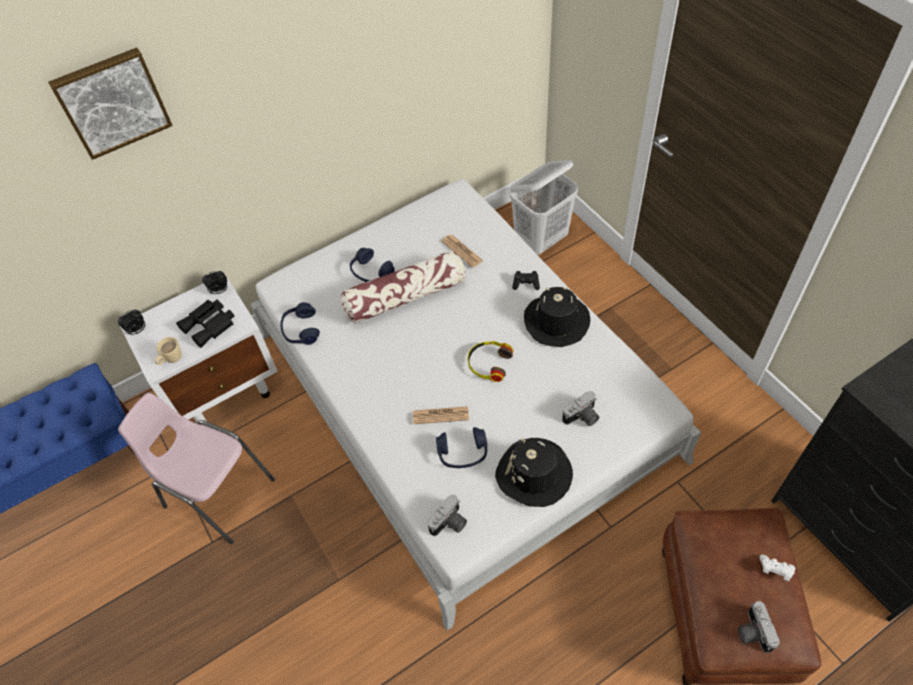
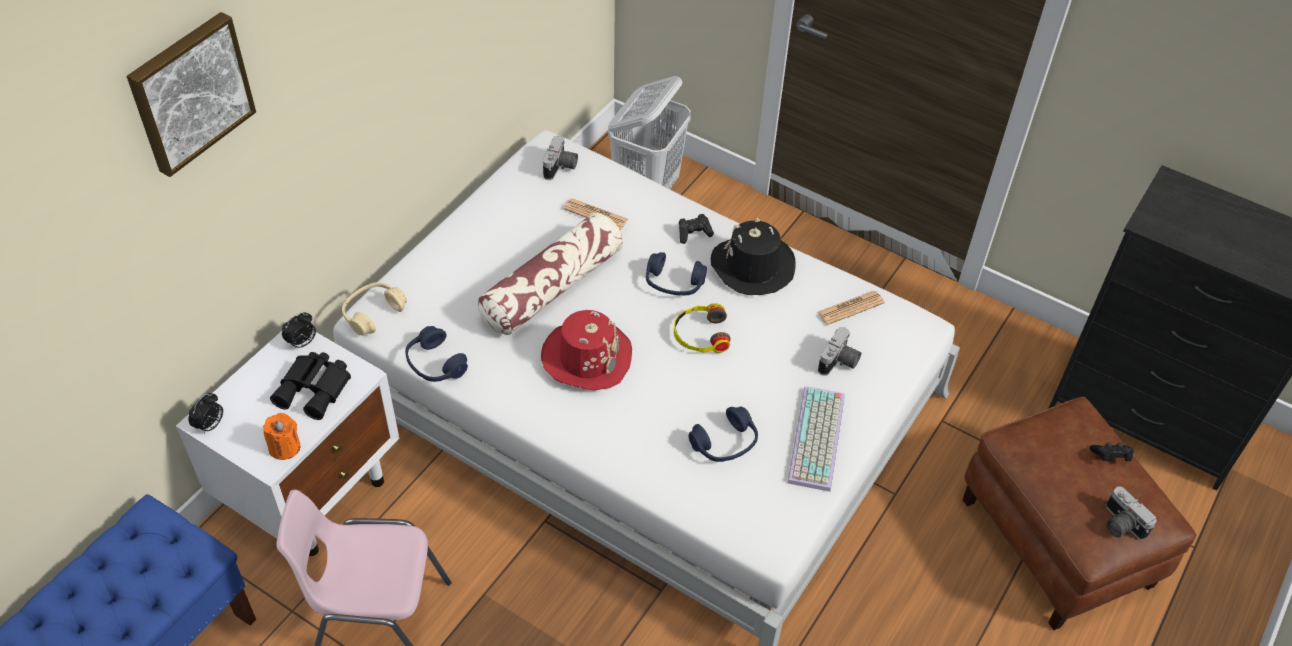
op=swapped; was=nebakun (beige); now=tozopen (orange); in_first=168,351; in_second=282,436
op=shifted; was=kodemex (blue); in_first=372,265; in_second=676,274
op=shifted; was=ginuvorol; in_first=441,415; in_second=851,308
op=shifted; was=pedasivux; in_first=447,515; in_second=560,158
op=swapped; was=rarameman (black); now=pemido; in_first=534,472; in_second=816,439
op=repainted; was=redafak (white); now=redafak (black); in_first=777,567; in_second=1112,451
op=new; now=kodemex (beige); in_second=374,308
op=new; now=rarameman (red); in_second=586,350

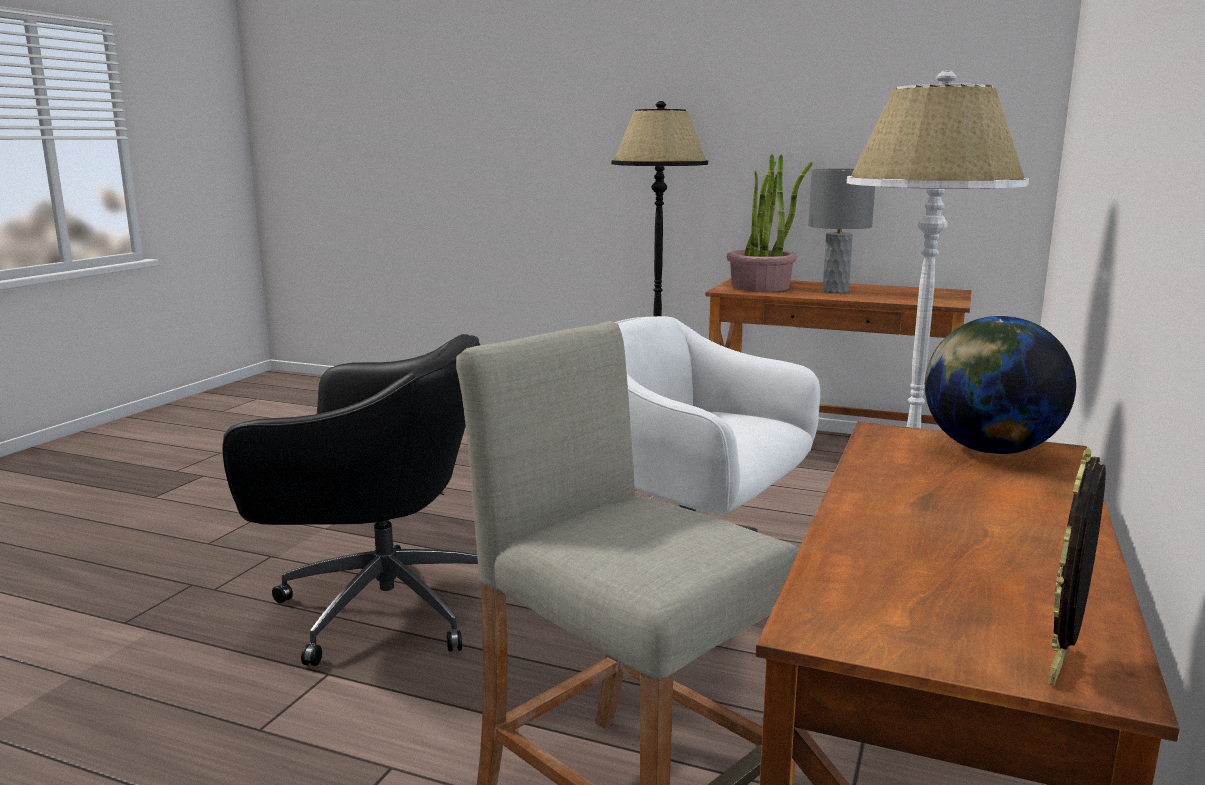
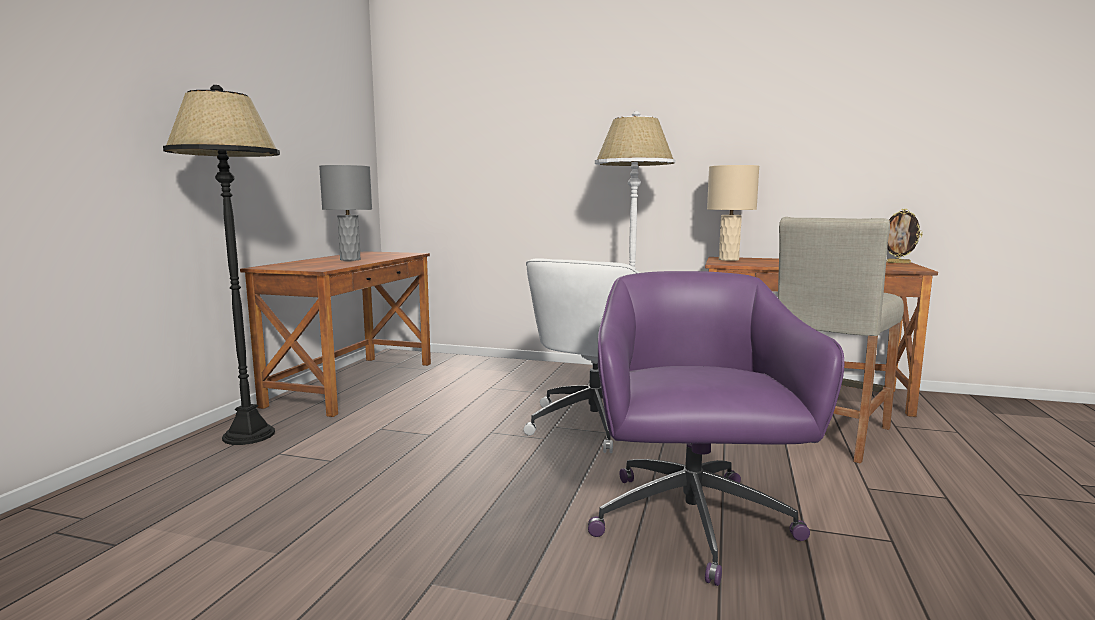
op=repainted; was=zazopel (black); now=zazopel (purple); in_first=351,500; in_second=716,428
op=gone; was=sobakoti; in_first=770,223
op=swapped; was=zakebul; now=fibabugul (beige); in_first=1000,385; in_second=733,213

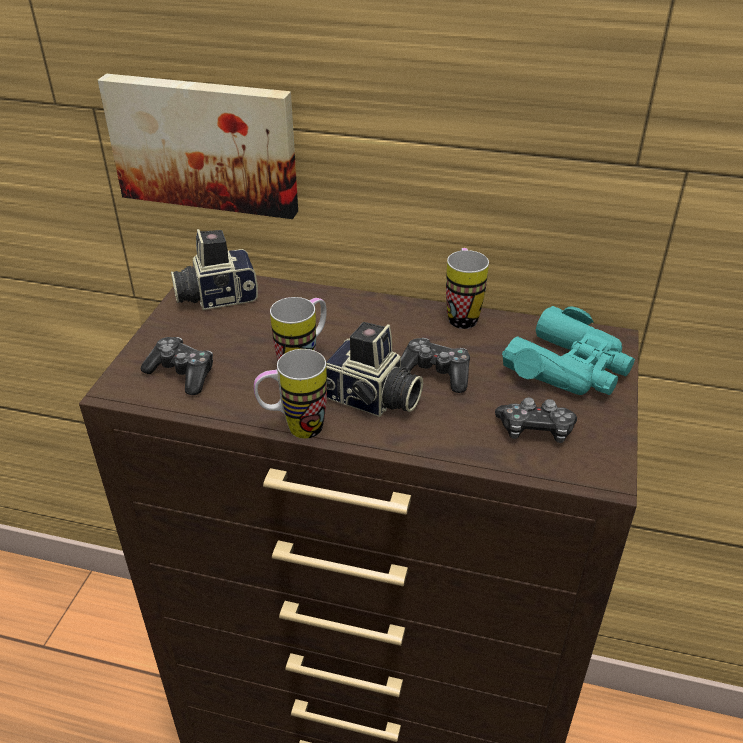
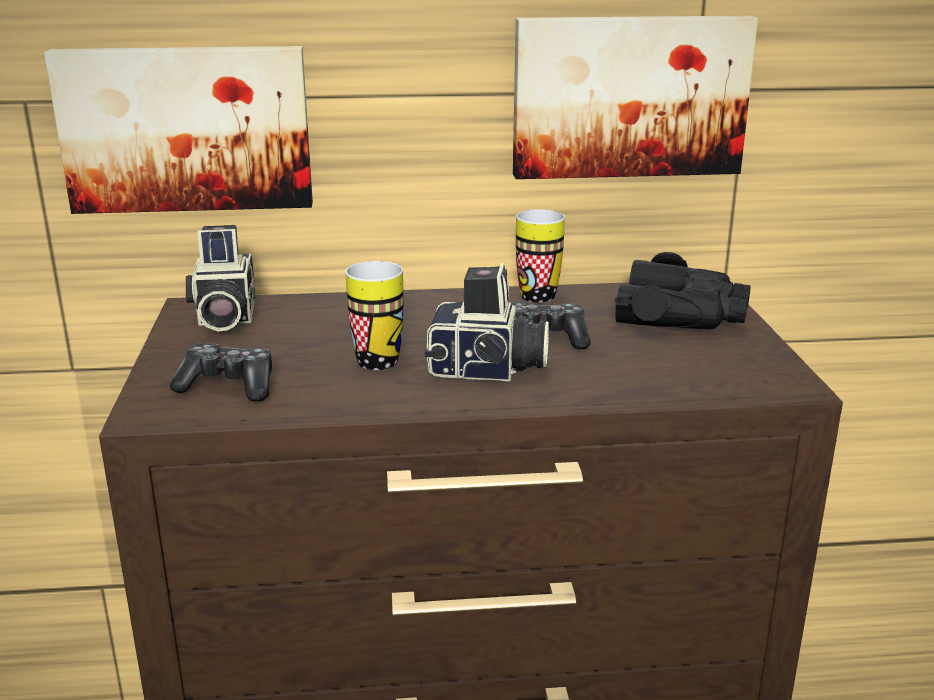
op=rotated; was=pedasivux; in_first=214,269; in_second=221,278; clockwise=-60
op=gone; was=nebakun; in_first=290,394
op=gone; was=redafak; in_first=536,420
op=repainted; was=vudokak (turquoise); now=vudokak (black); in_first=568,350; in_second=682,290
op=new; now=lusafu; in_second=635,97

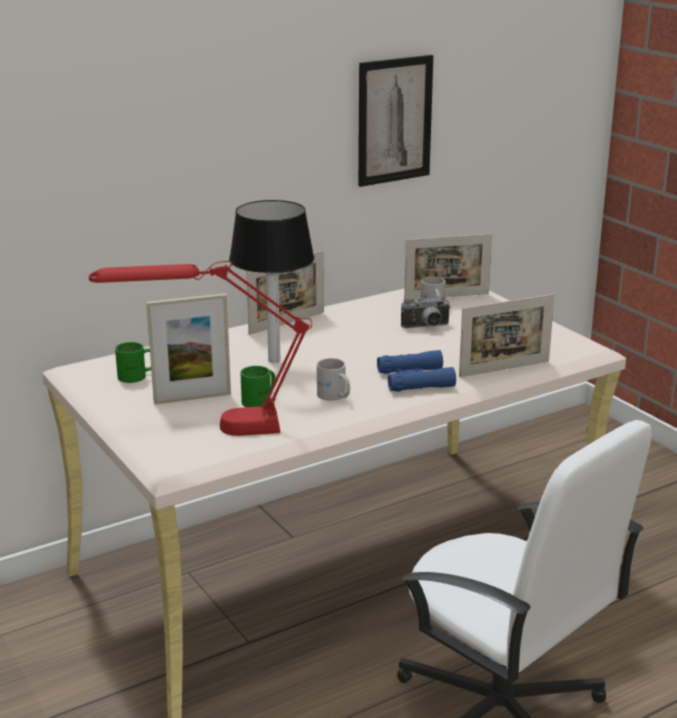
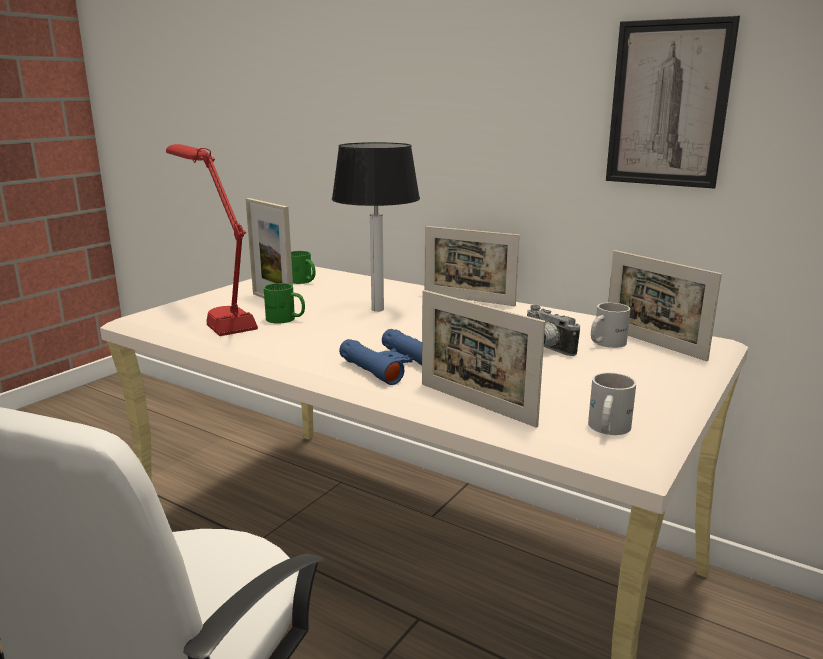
op=shifted; was=nebakun (white); in_first=333,379; in_second=612,403

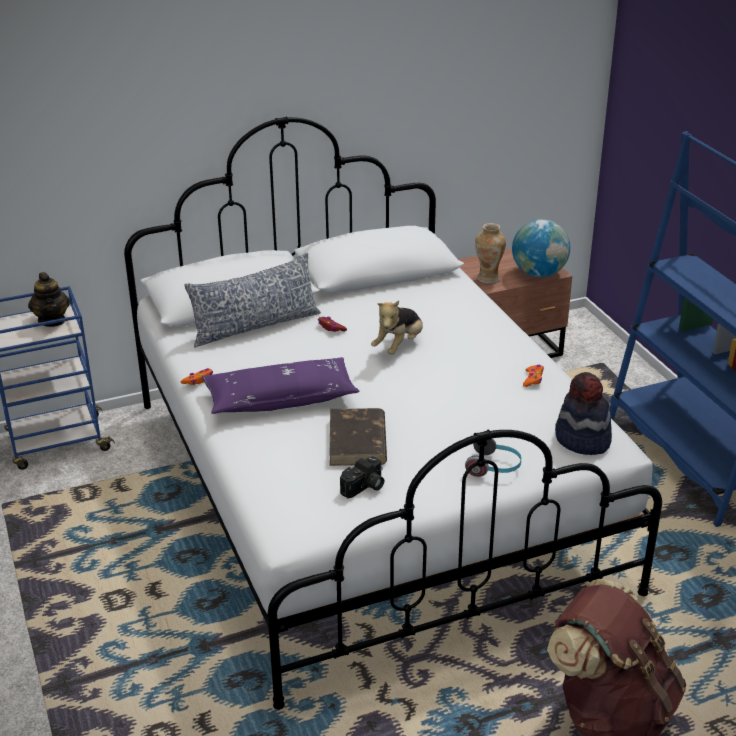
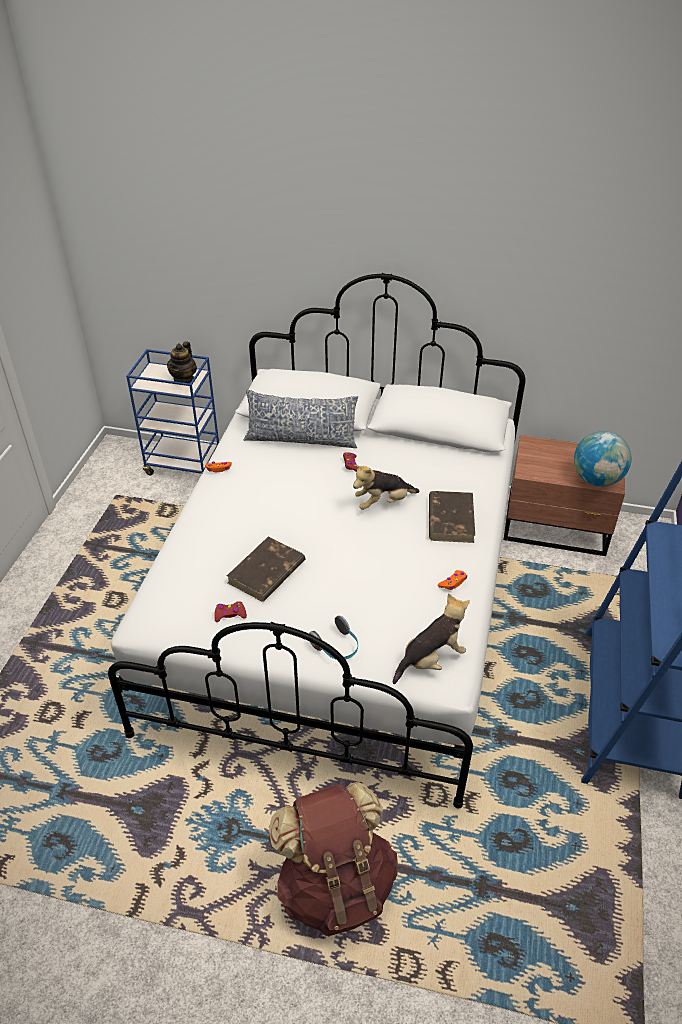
op=gone; was=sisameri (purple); in_first=281,385
op=swapped; was=pedasivux; now=redafak (red); in_first=362,477; in_second=230,611
op=gone; was=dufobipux; in_first=490,253
op=swapped; was=rarameman; now=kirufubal; in_first=583,413; in_second=431,638
op=new; now=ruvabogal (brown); in_second=452,517

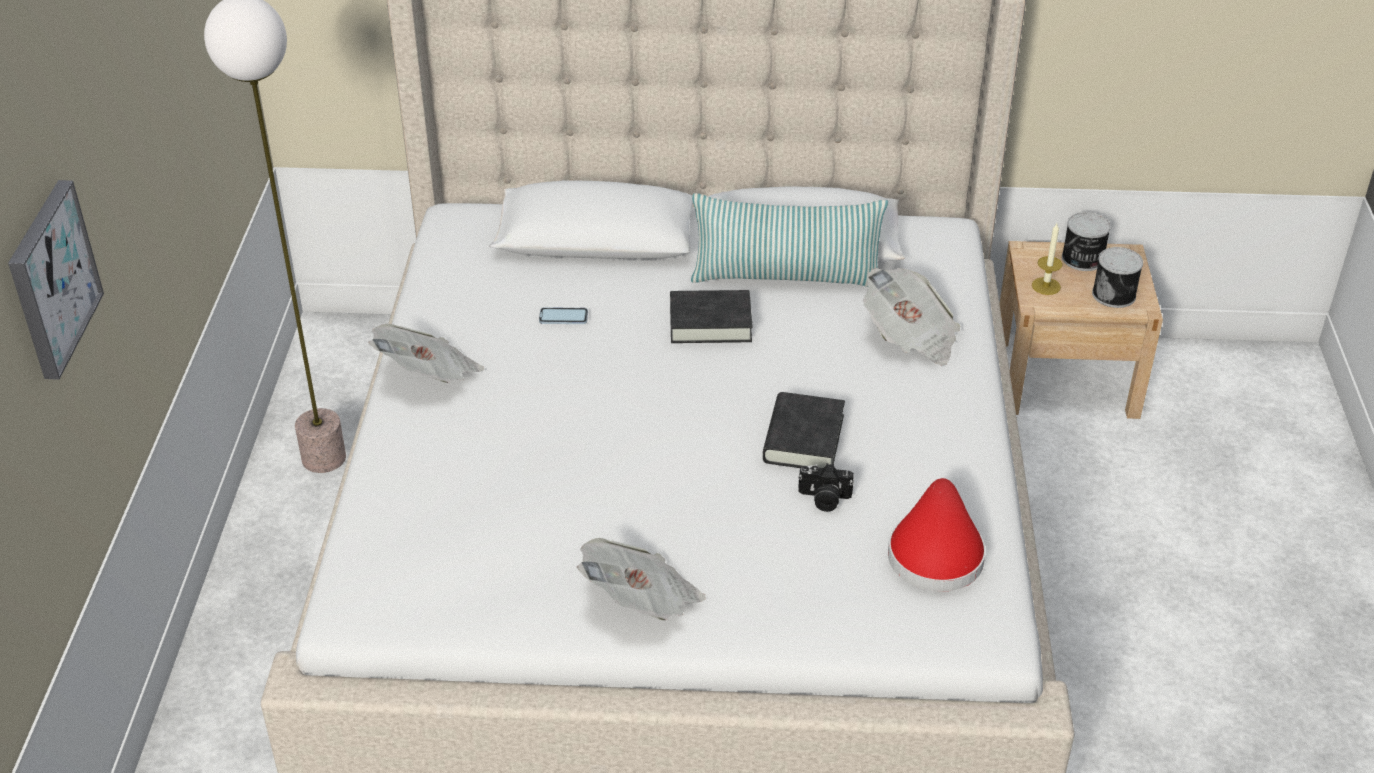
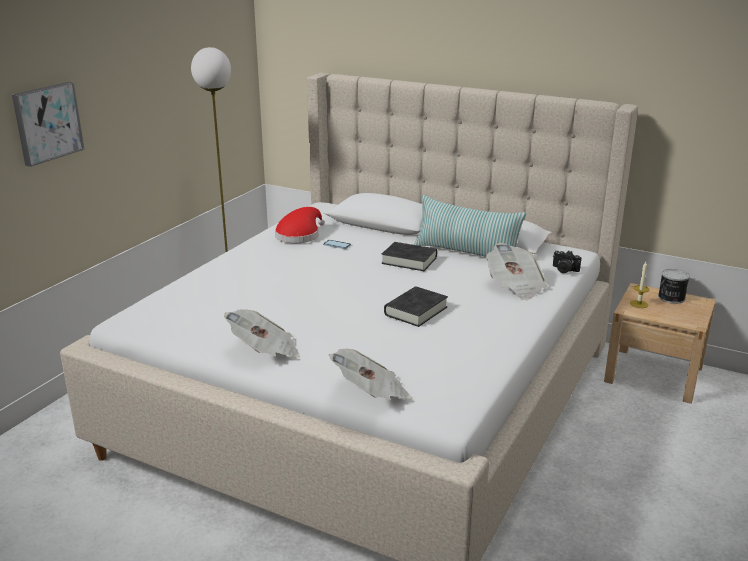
op=shifted; was=ginuvorol; in_first=426,353; in_second=370,374
op=shifted; was=pedasivux; in_first=826,487; in_second=567,262
op=shifted; was=rarameman (red); in_first=937,535; in_second=300,225
op=gone; was=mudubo; in_first=1117,277

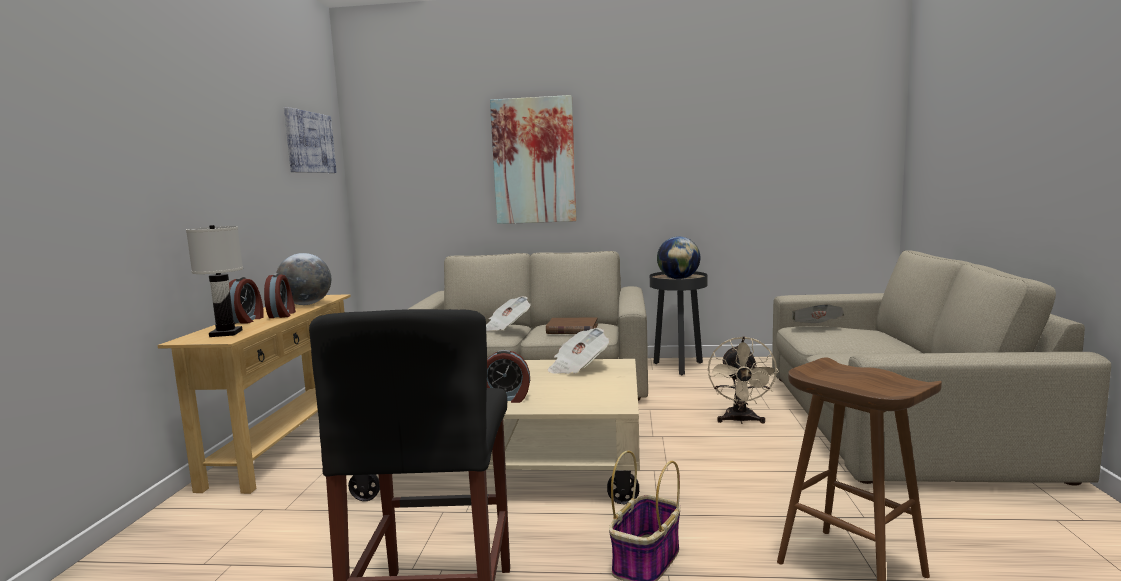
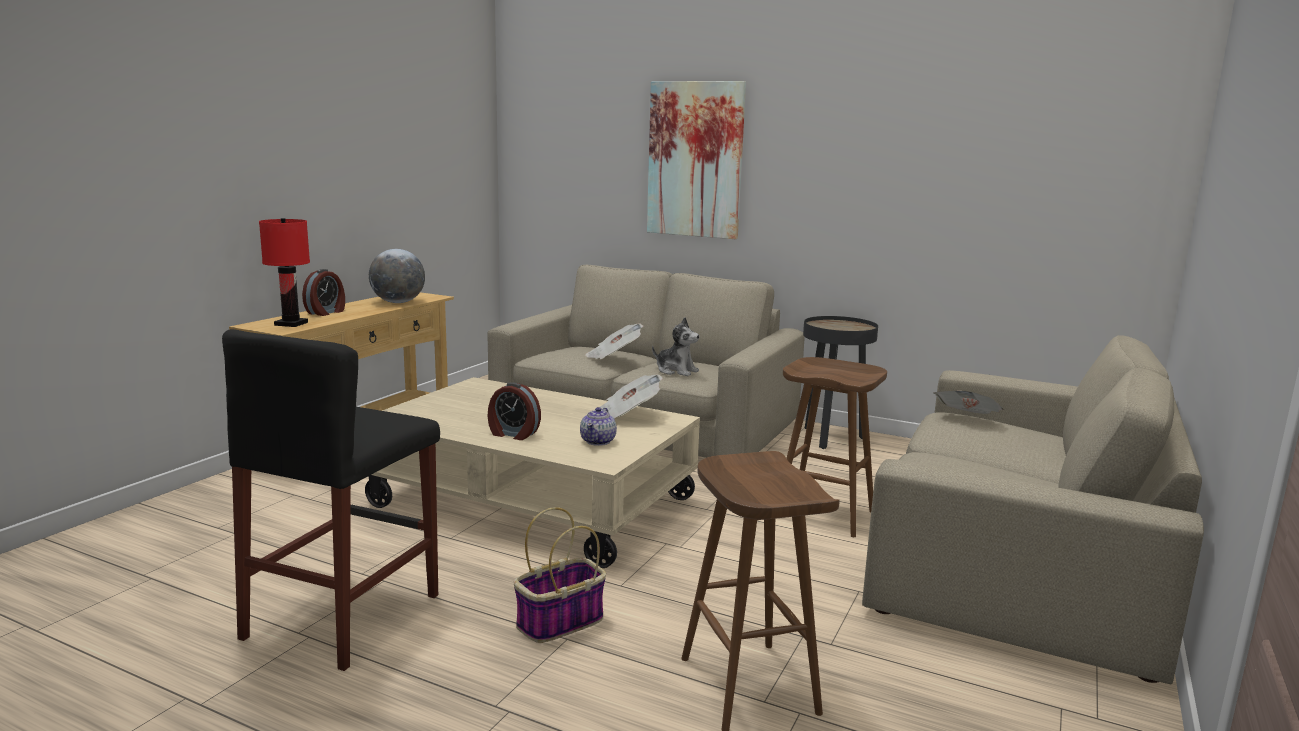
op=repainted; was=fibabugul (white); now=fibabugul (red); in_first=214,281; in_second=284,272
op=gone; was=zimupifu; in_first=280,295
op=gone; was=lusafu; in_first=310,140
op=swapped; was=ruvabogal (brown); now=kirufubal; in_first=572,326; in_second=676,346
op=gone; was=zakebul; in_first=678,257
op=swapped; was=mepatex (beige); now=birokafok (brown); in_first=743,380; in_second=835,447
op=new; now=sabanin; in_second=598,426

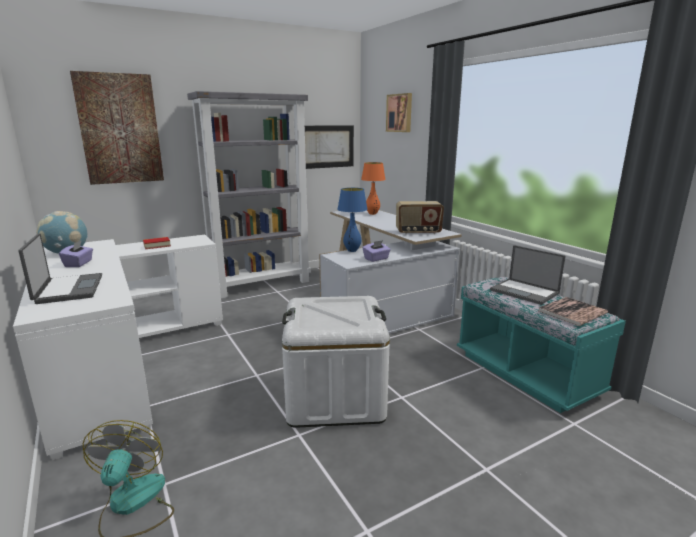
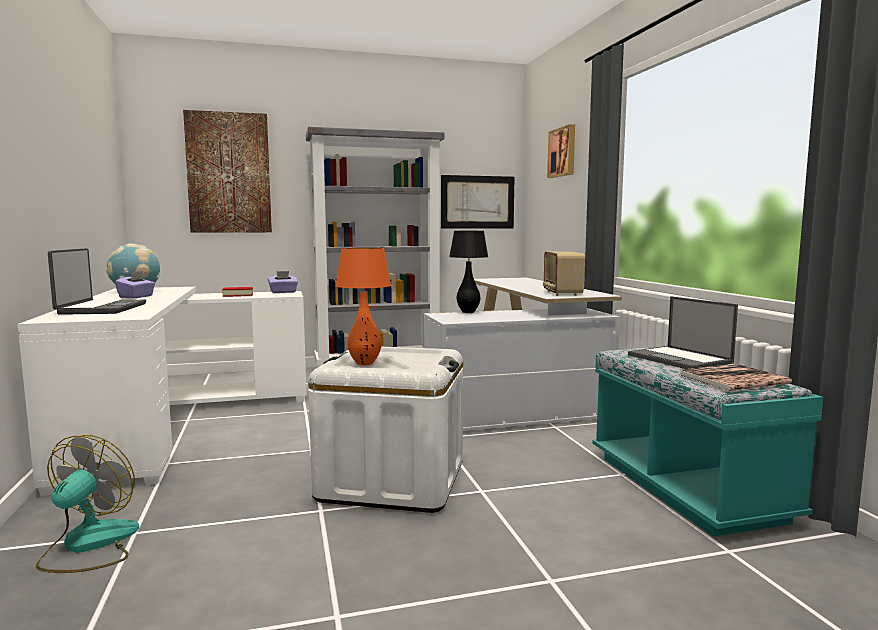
op=repainted; was=fibabugul (blue); now=fibabugul (black); in_first=352,220; in_second=468,272
op=shifted; was=fibabugul (orange); in_first=373,188; in_second=363,306
op=shifted; was=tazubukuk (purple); in_first=377,251; in_second=283,282
op=rotated; was=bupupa; in_first=420,218; in_second=564,274; clockwise=75

